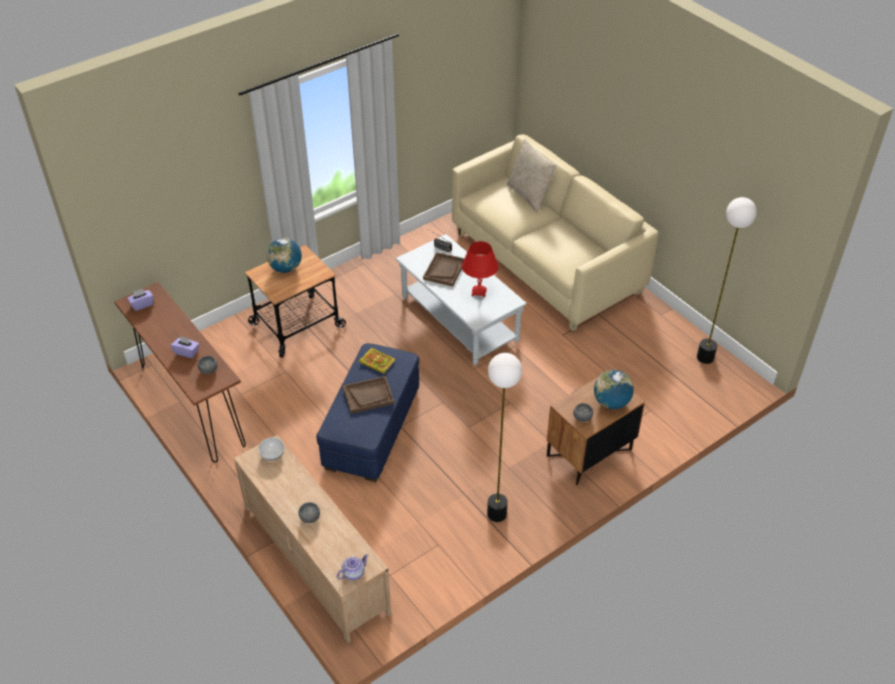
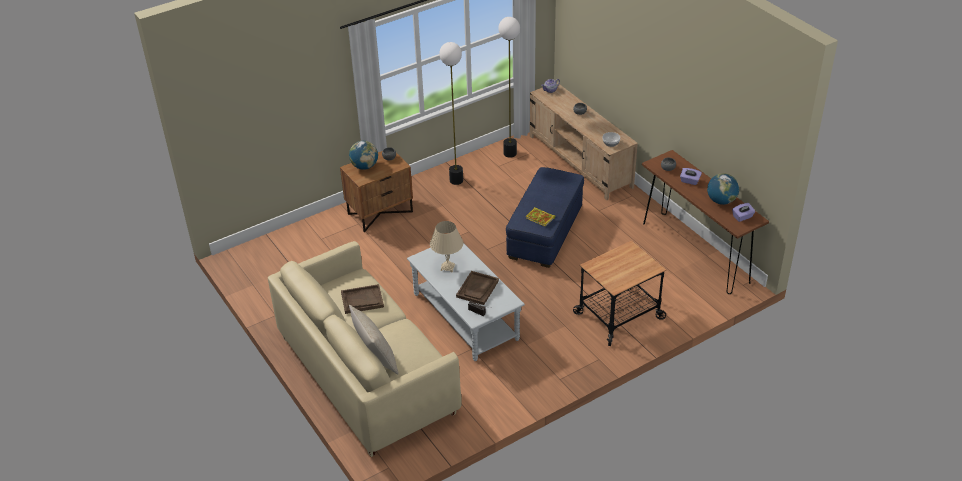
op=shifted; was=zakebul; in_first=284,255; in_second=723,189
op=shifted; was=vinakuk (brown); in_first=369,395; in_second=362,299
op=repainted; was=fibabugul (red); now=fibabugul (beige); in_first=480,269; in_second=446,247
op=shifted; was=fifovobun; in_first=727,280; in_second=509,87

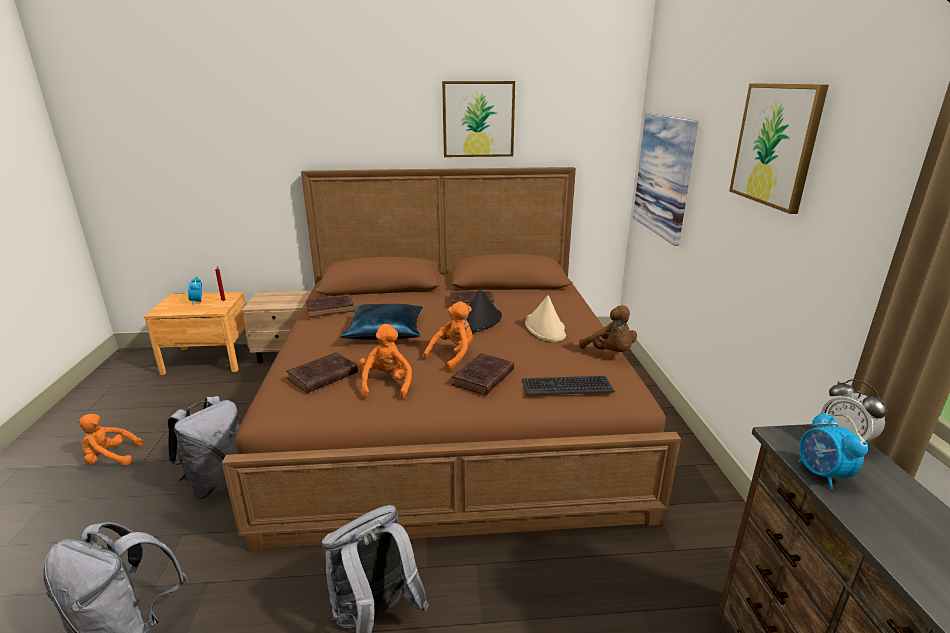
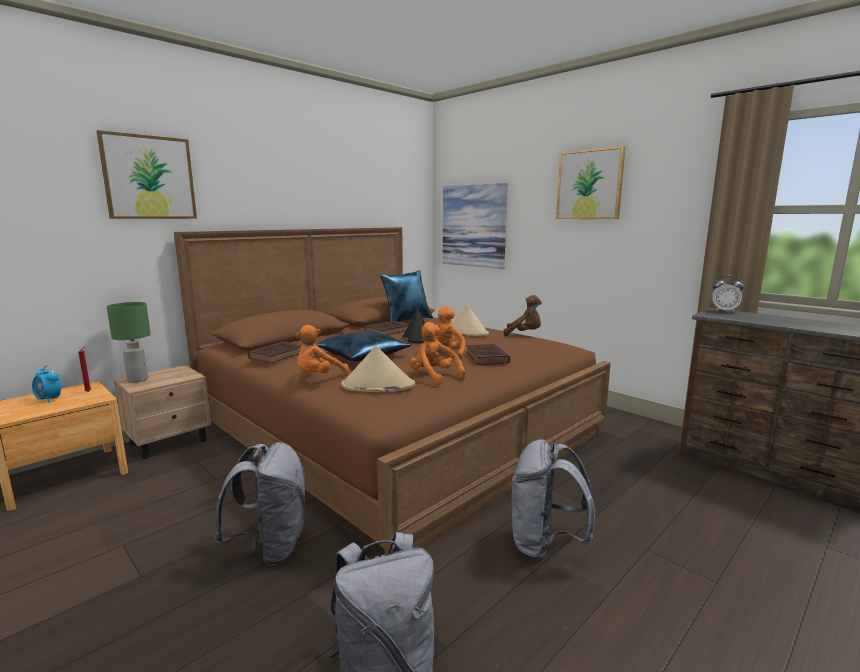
op=shifted; was=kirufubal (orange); in_first=110,440; in_second=322,349
op=swapped; was=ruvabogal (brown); now=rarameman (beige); in_first=322,372; in_second=378,369
op=shifted; was=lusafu; in_first=478,119; in_second=147,174
op=gone; was=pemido; in_first=568,386
op=gone; was=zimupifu; in_first=833,450
op=new; now=fibabugul (green); in_second=129,342
op=new; now=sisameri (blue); in_second=406,296

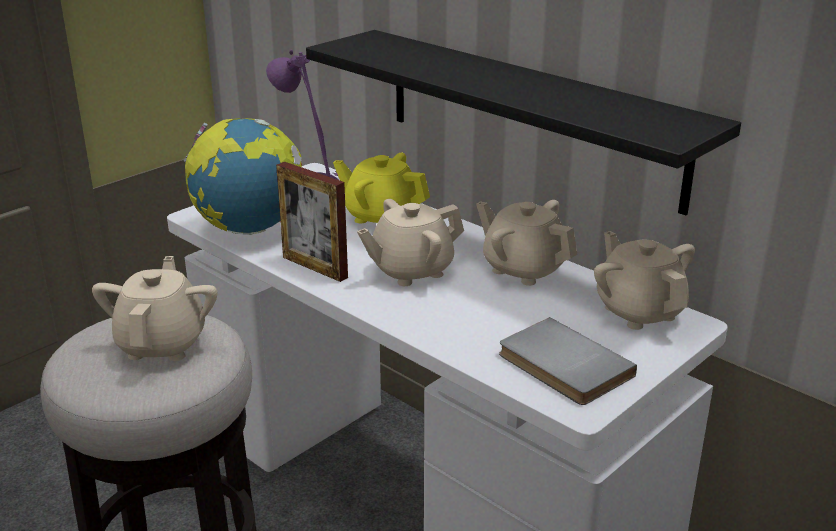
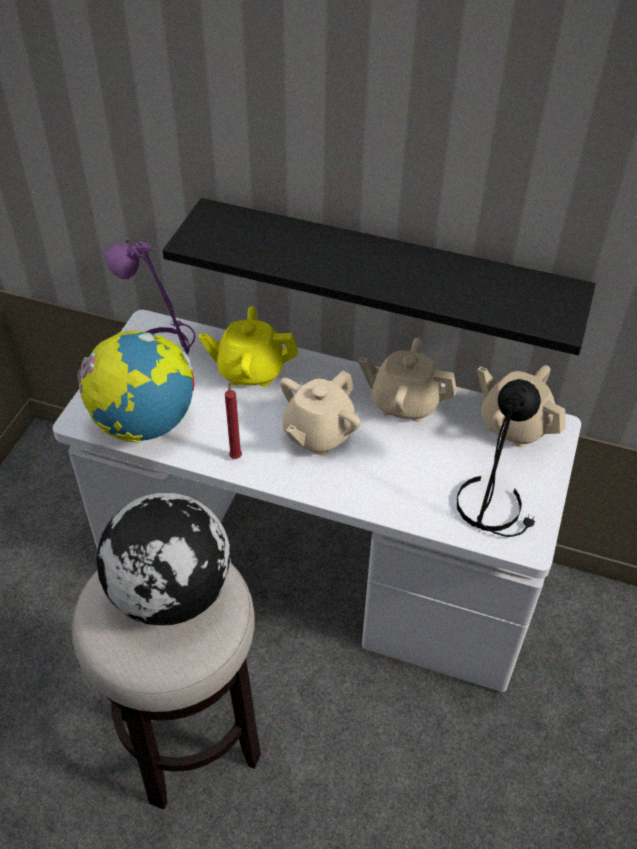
op=swapped; was=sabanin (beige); now=zakebul; in_first=155,308; in_second=163,559
op=swapped; was=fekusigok; now=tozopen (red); in_first=312,222; in_second=233,418
op=swapped; was=ruvabogal (grey); now=fibabugul (black); in_first=568,361; in_second=499,458

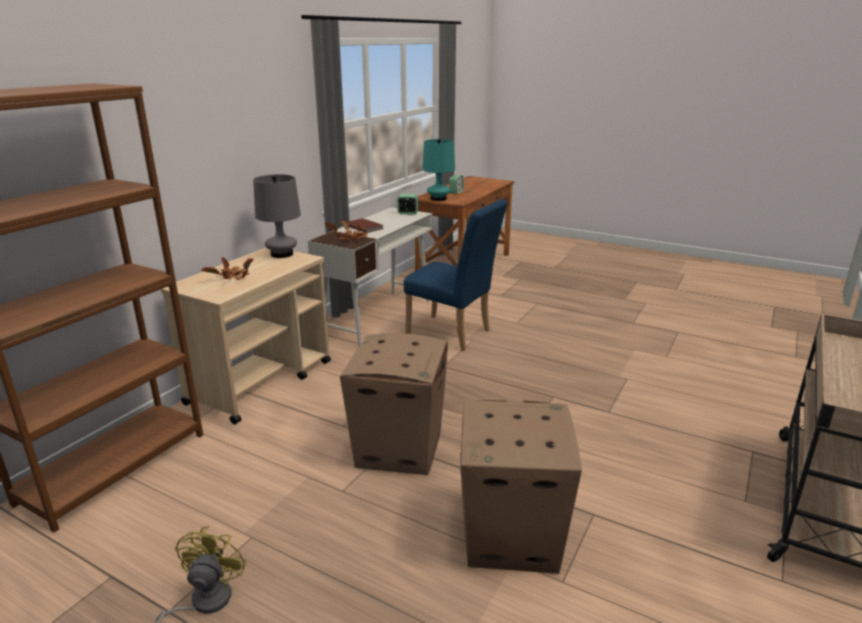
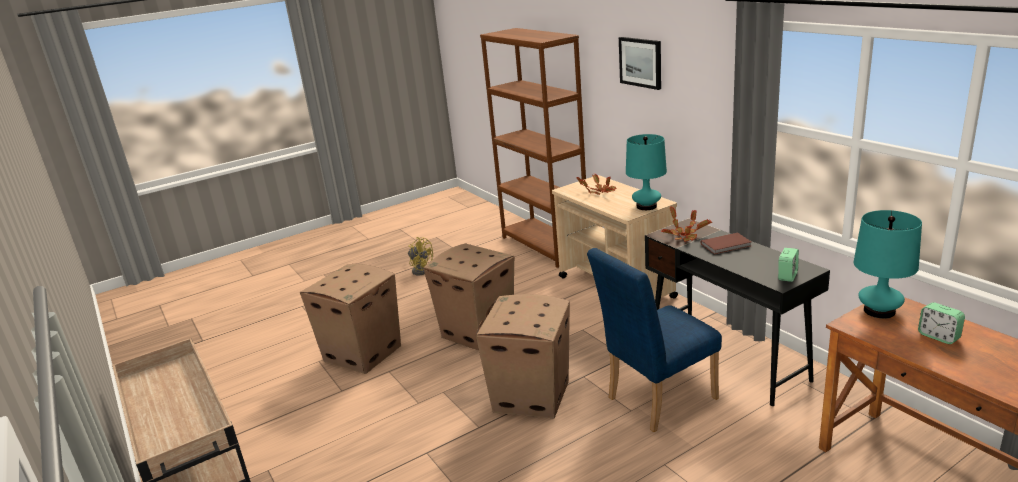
op=repainted; was=fibabugul (grey); now=fibabugul (turquoise); in_first=277,216; in_second=646,172
op=repainted; was=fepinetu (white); now=fepinetu (black); in_first=370,277; in_second=737,312
op=new; now=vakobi; in_second=523,356
op=new; now=lusafu; in_second=640,63

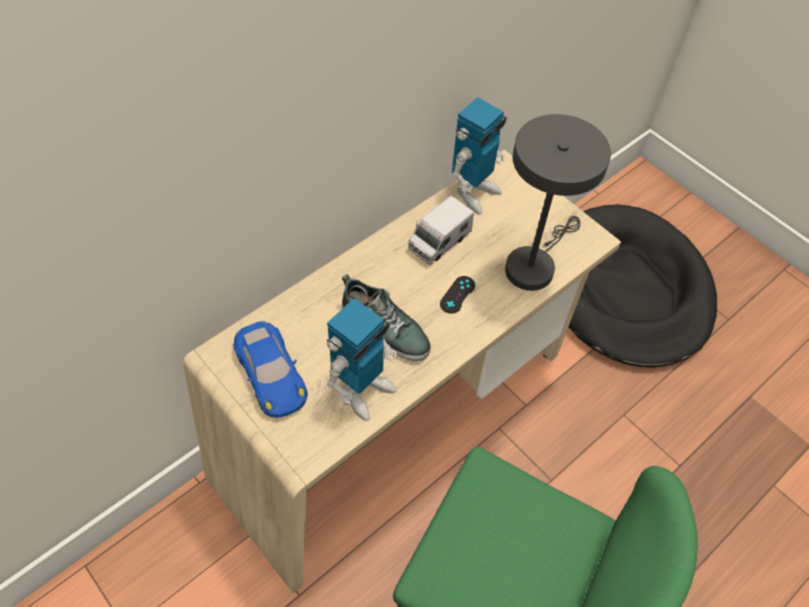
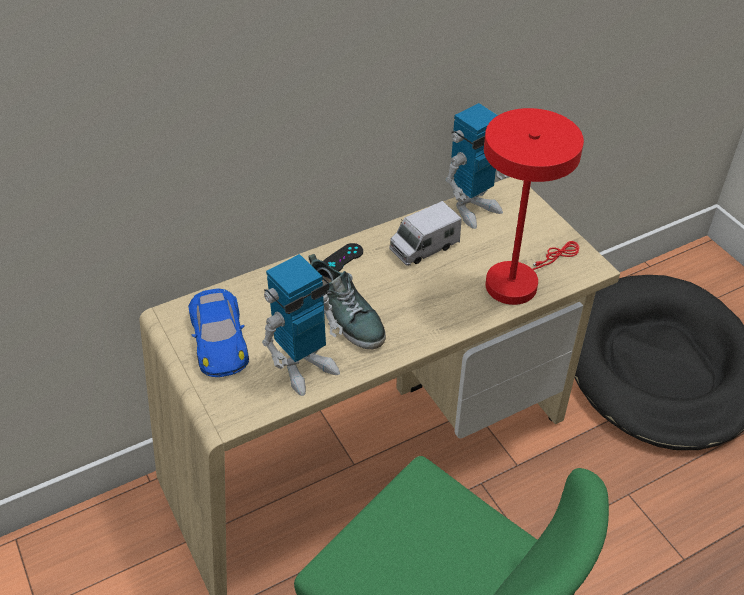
op=shifted; was=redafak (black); in_first=457,295; in_second=343,257
op=repainted; was=fibabugul (grey); now=fibabugul (red); in_first=558,202; in_second=534,206

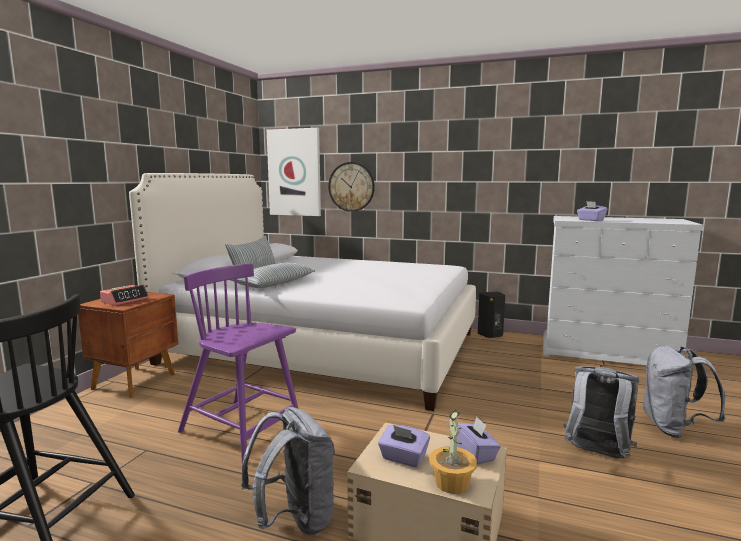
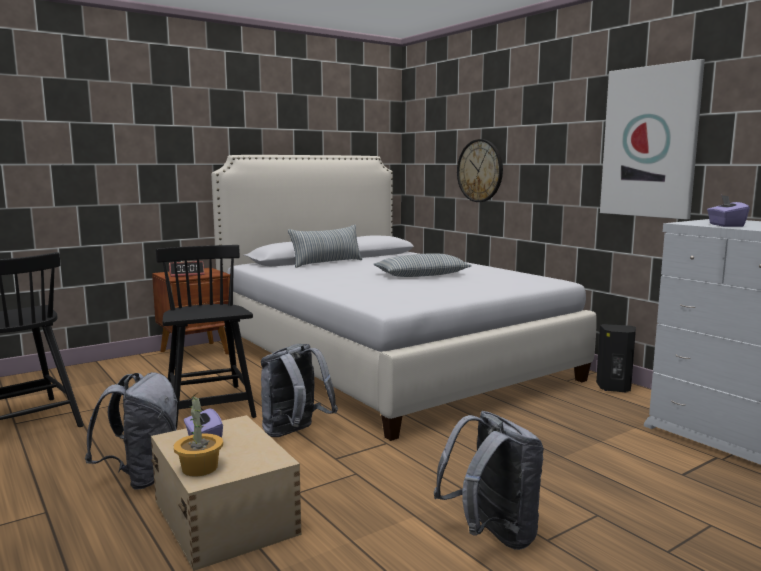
op=repainted; was=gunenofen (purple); now=gunenofen (black); in_first=238,362; in_second=206,337
op=shifted; was=sisameri; in_first=273,275; in_second=422,265
op=shifted; was=lusafu; in_first=294,172; in_second=652,139
op=gone; was=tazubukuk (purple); in_first=479,441
op=shifted; was=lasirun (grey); in_first=683,392; in_second=299,390

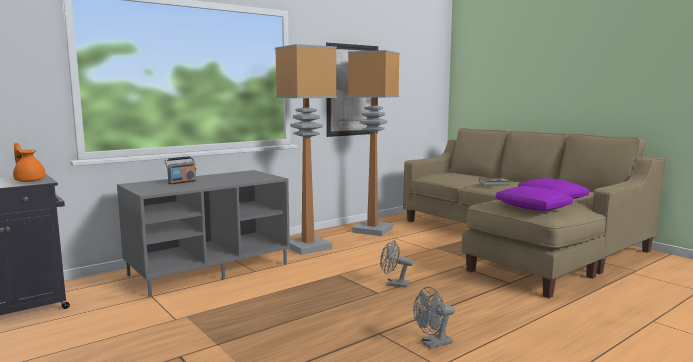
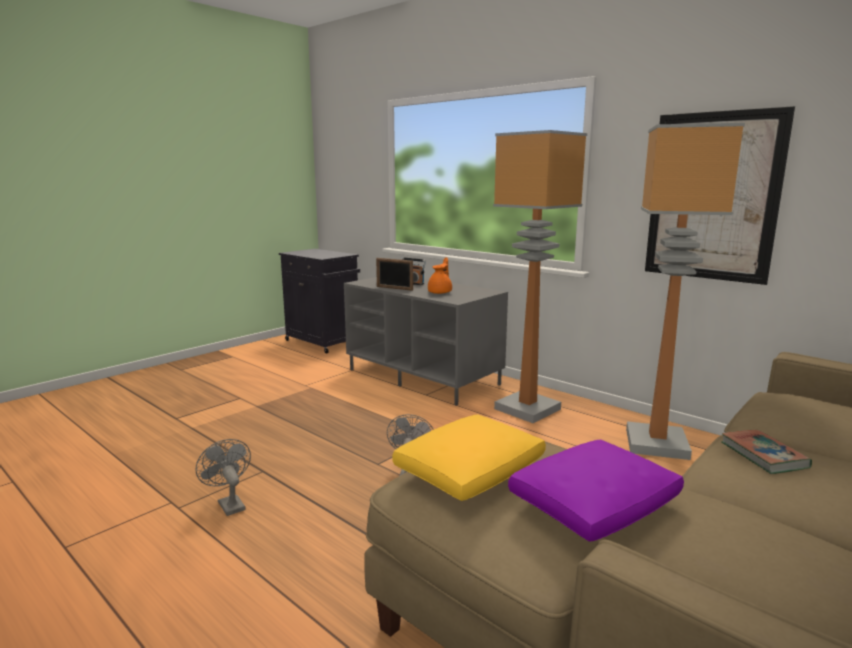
op=shifted; was=sabanin (orange); in_first=29,162; in_second=440,275
op=repainted; was=sisameri (purple); now=sisameri (yellow); in_first=534,198; in_second=469,457
op=new; now=fekusigok; in_second=394,274

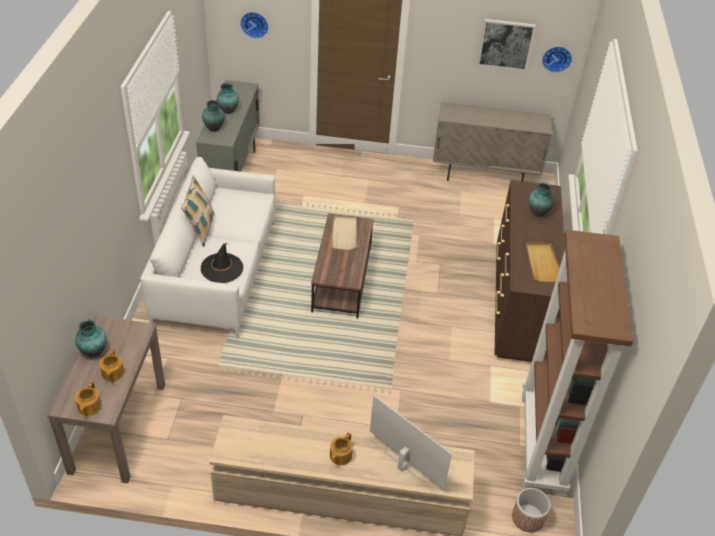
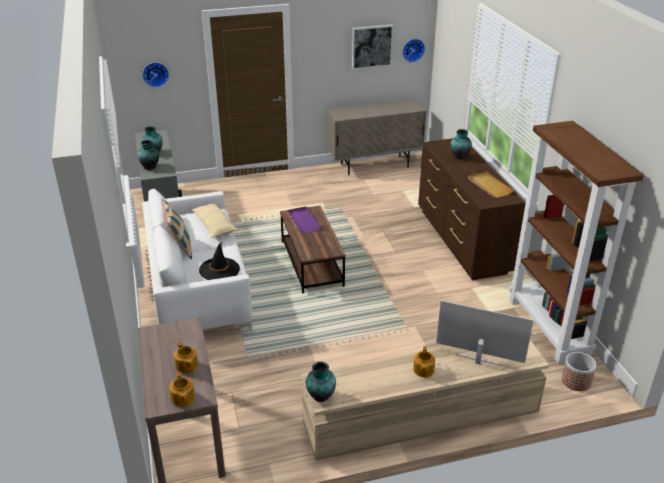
op=shifted; was=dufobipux; in_first=91,338; in_second=321,381
op=repainted; was=vinakuk (beige); now=vinakuk (purple); in_first=343,232; in_second=304,219
op=new; now=sisameri (beige); in_second=215,220

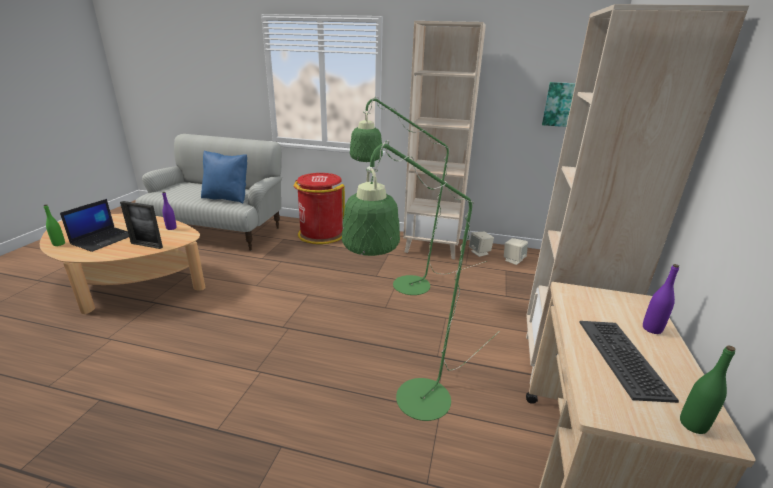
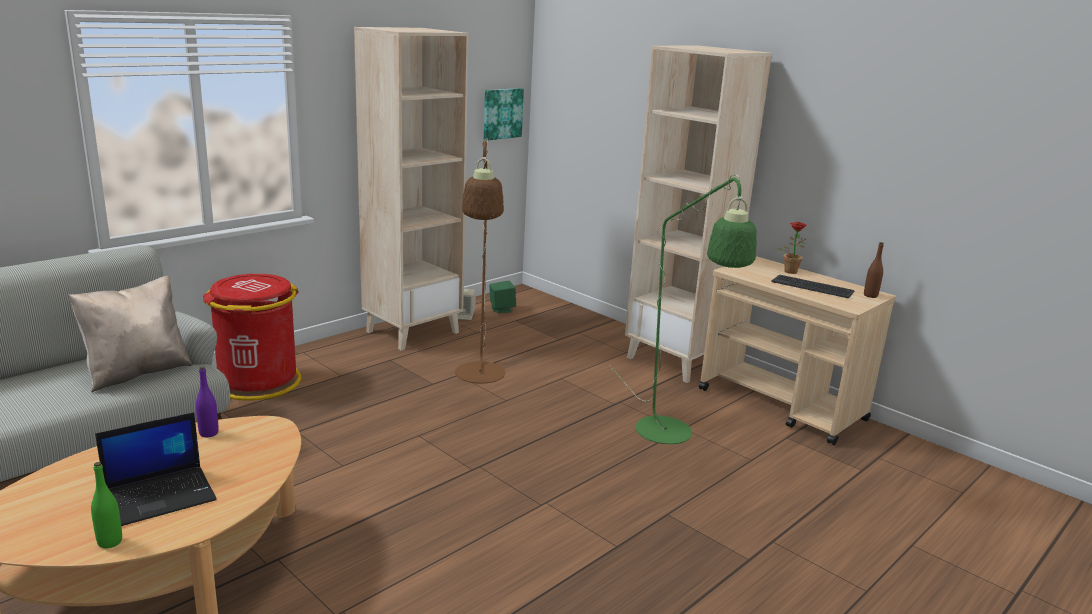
op=rotated; was=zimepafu; in_first=94,225; in_second=156,469; clockwise=90
op=gone; was=fekusigok; in_first=141,225
op=repainted; was=sisameri (blue); now=sisameri (beige); in_first=224,177; in_second=130,334
op=repainted; was=fifovobun (green); now=fifovobun (brown); in_first=418,196; in_second=480,261
op=repainted; was=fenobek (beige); now=fenobek (green); in_first=516,251; in_second=502,297
op=swapped; was=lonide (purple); now=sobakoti; in_first=661,299; in_second=792,248
op=repainted; was=lonide (green); now=lonide (brown); in_first=708,389; in_second=874,270

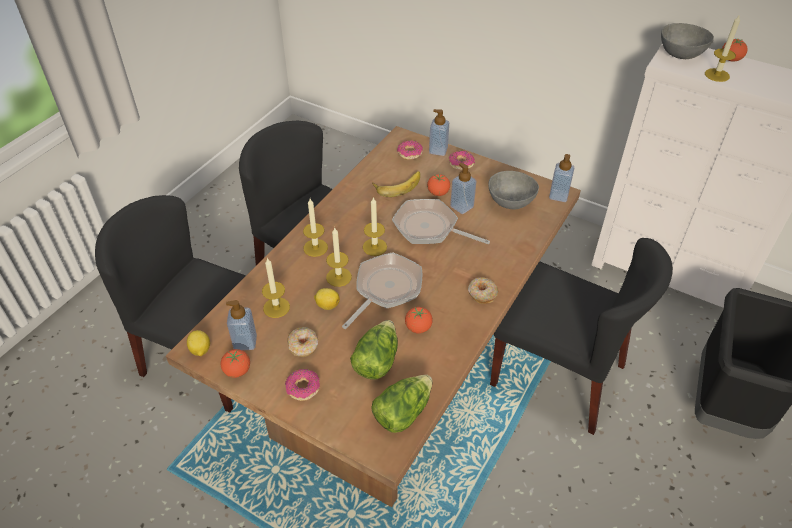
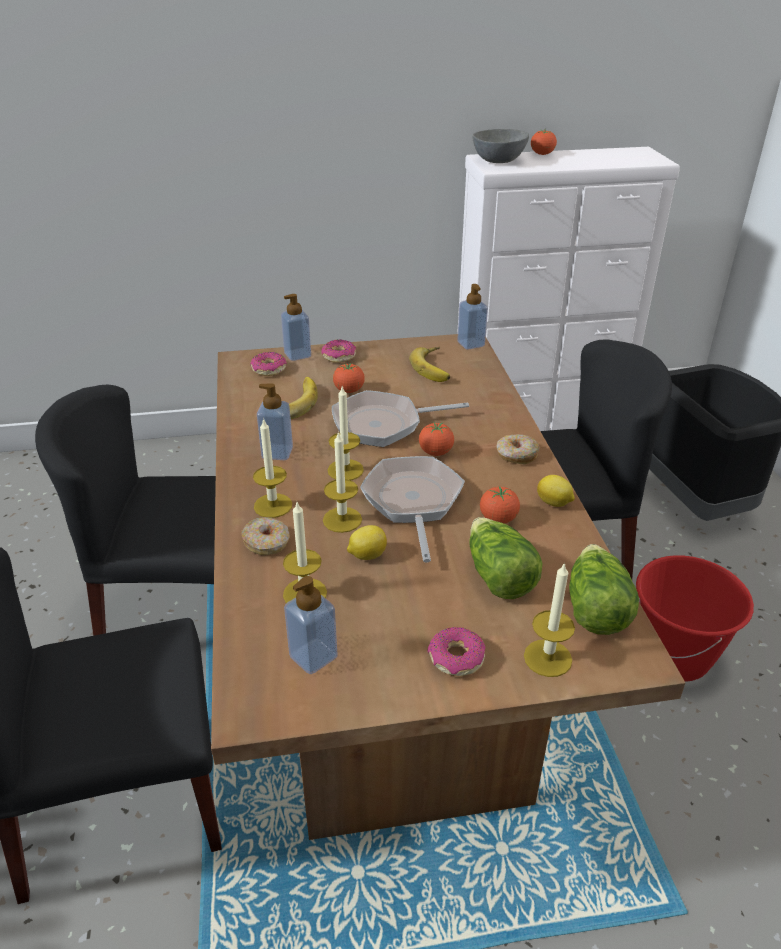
op=shifted; was=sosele; in_first=198,343; in_second=556,491
op=shifted; was=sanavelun; in_first=235,363; in_second=436,439
op=shifted; was=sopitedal; in_first=302,342; in_second=265,536
op=shifted; was=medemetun; in_first=463,188; in_second=275,421
op=swapped; was=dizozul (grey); now=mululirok; in_first=513,190; in_second=429,364
op=shifted; was=tozopen; in_first=722,48; in_second=549,619
op=new; now=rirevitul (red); in_second=695,618

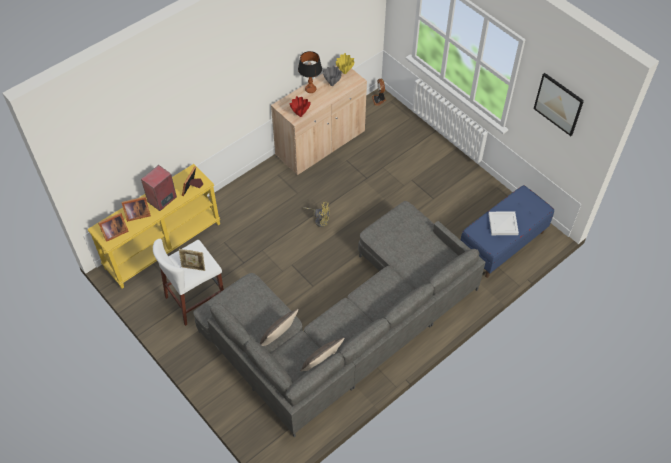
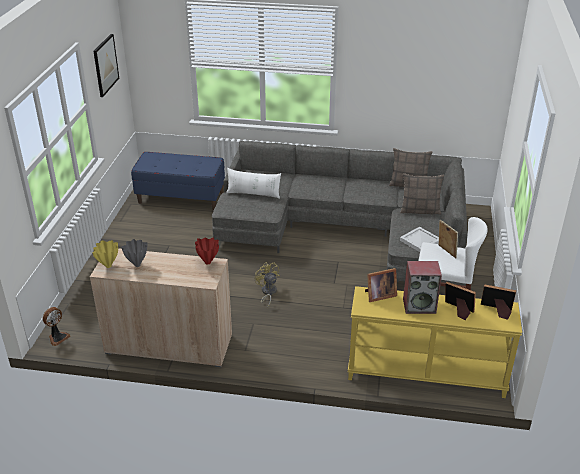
op=gone; was=fibabugul; in_first=310,72
op=shifted; was=vinakuk (white); in_first=503,223; in_second=419,239
op=new; now=sisameri (white); in_second=253,183

